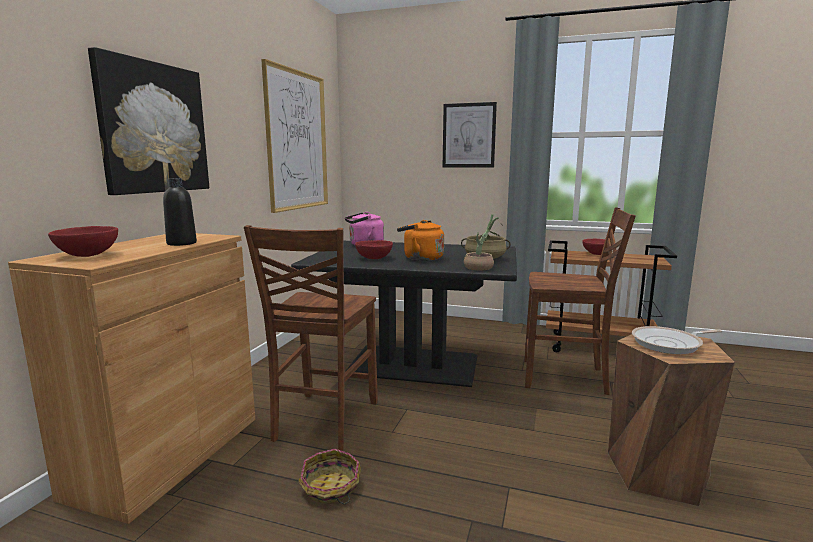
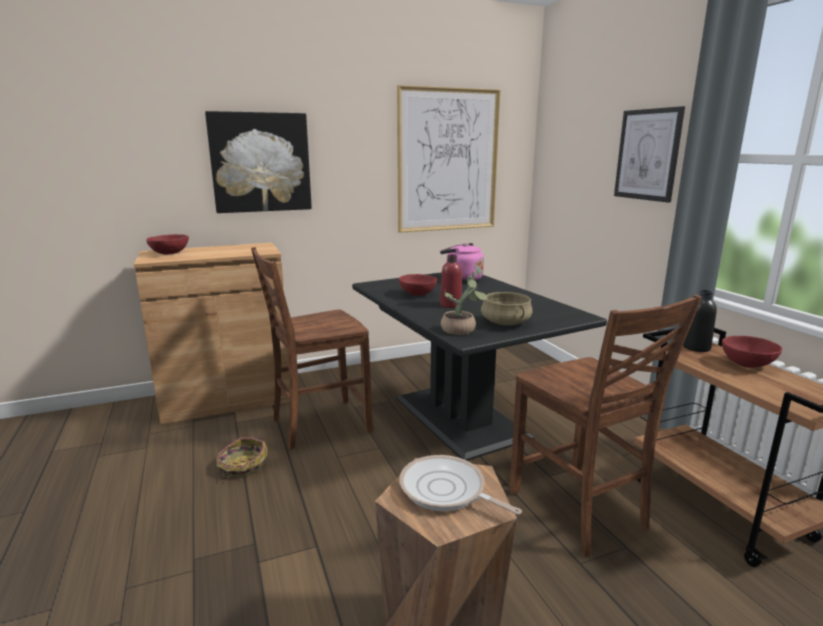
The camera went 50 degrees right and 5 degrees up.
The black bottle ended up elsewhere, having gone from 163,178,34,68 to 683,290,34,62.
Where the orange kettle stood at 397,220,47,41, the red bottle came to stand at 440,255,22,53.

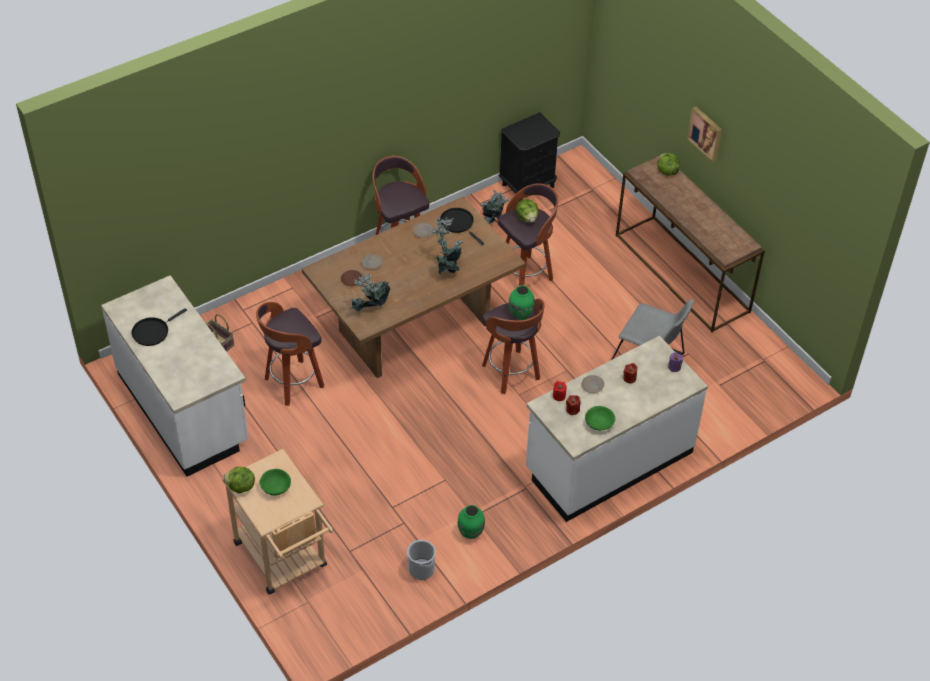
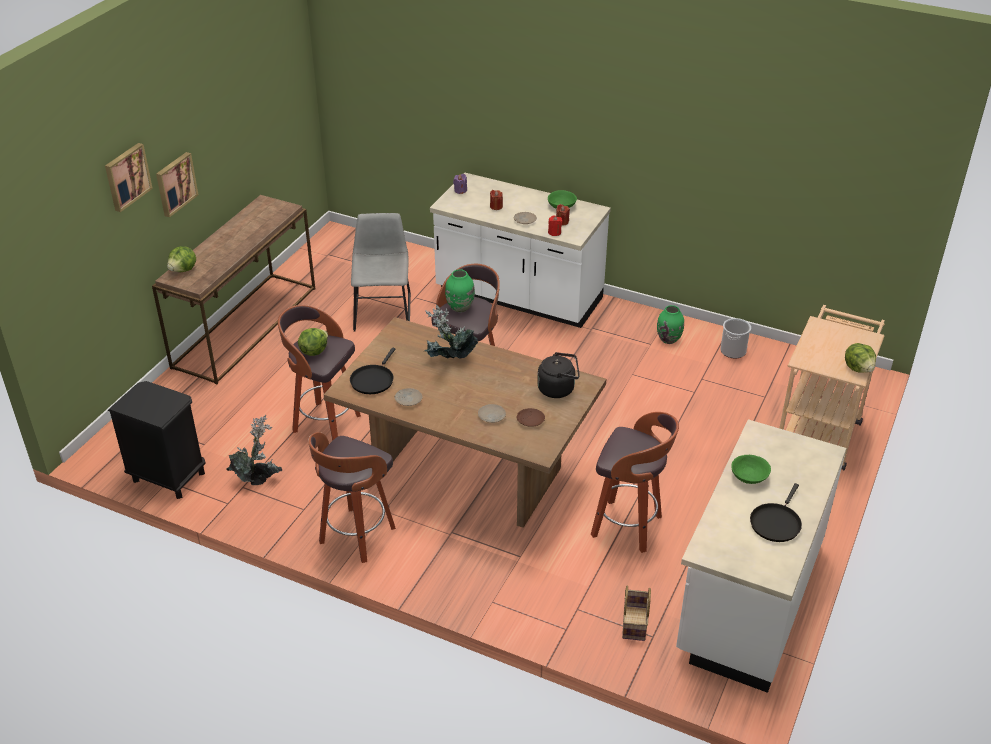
The camera went 120 degrees left and 10 degrees down.
The black frying pan at 132,308,55,38 ended up facing another way, 105 degrees clockwise from before.
The green bowl ended up elsewhere, having gone from 260,469,31,26 to 731,455,40,29.
Where the potted plant stood at 351,273,39,39, the black kettle came to stand at 537,352,43,46.
The second view gained the picture at 105,143,48,69.

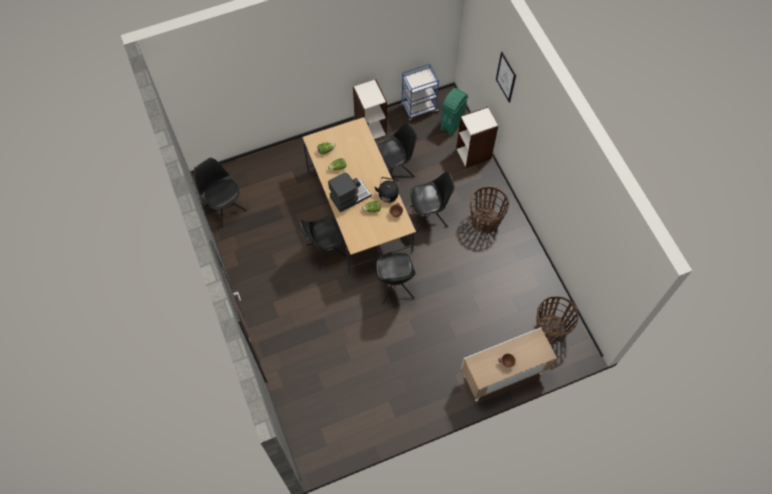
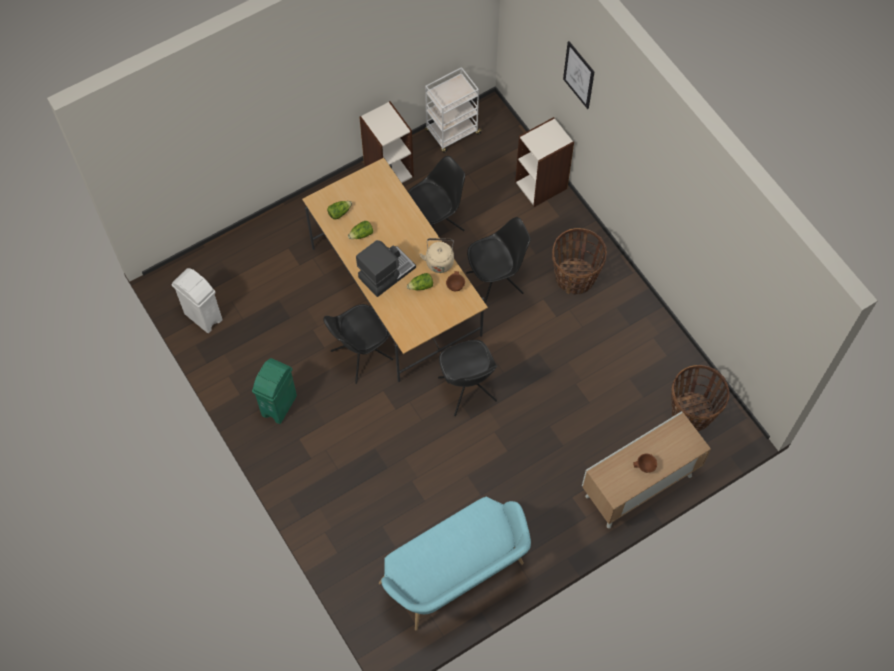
The camera went 10 degrees left and 0 degrees up.
Where the black chair stood at 194,158,53,70, the white trash can came to stand at 172,268,51,65.
What was the black kettle at 374,177,26,26 turned into the beige kettle at 420,238,34,35.
What was the blue cart at 401,63,39,59 turned into the white cart at 425,67,58,86.
The green trash can ended up elsewhere, having gone from 441,88,28,48 to 252,358,45,66.
The second view gained the turquoise bench at 379,497,152,134.

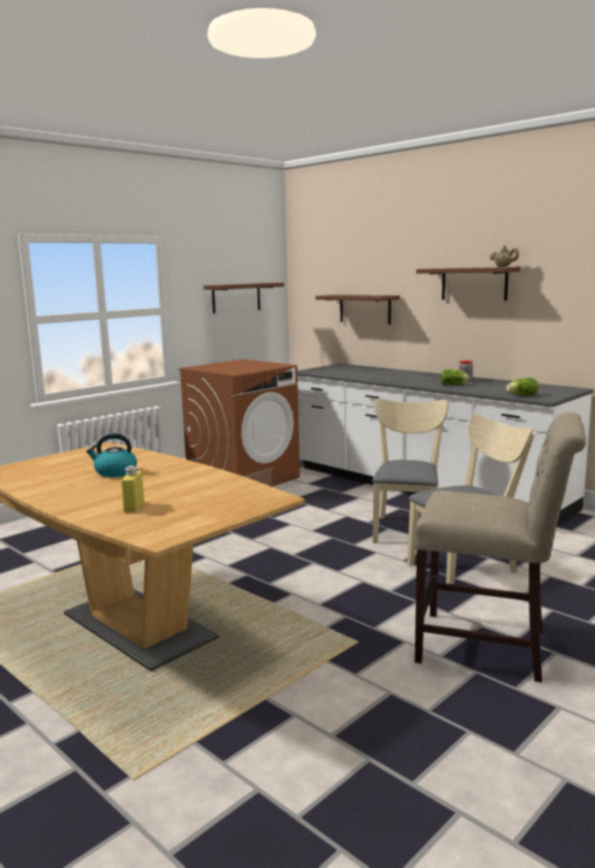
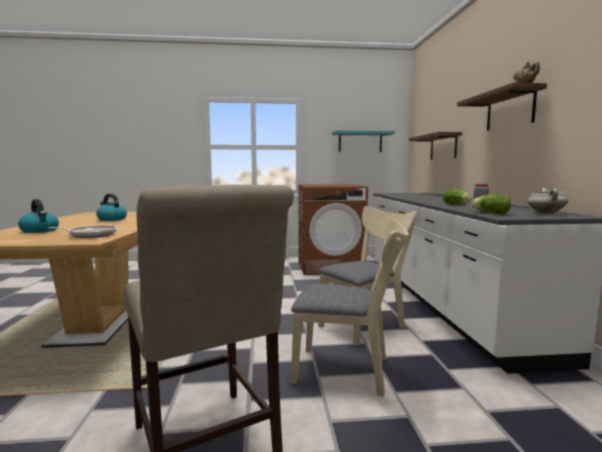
The camera went 40 degrees right and 5 degrees down.
Where the yellow bottle stood at 121,466,23,46, the kettle came to stand at 18,199,41,34.
What was the brown shelf at 204,283,80,31 turned into the turquoise shelf at 332,130,63,22.
The second view gained the frying pan at 49,226,68,12.
The second view gained the white cooking pot at 527,188,41,26.

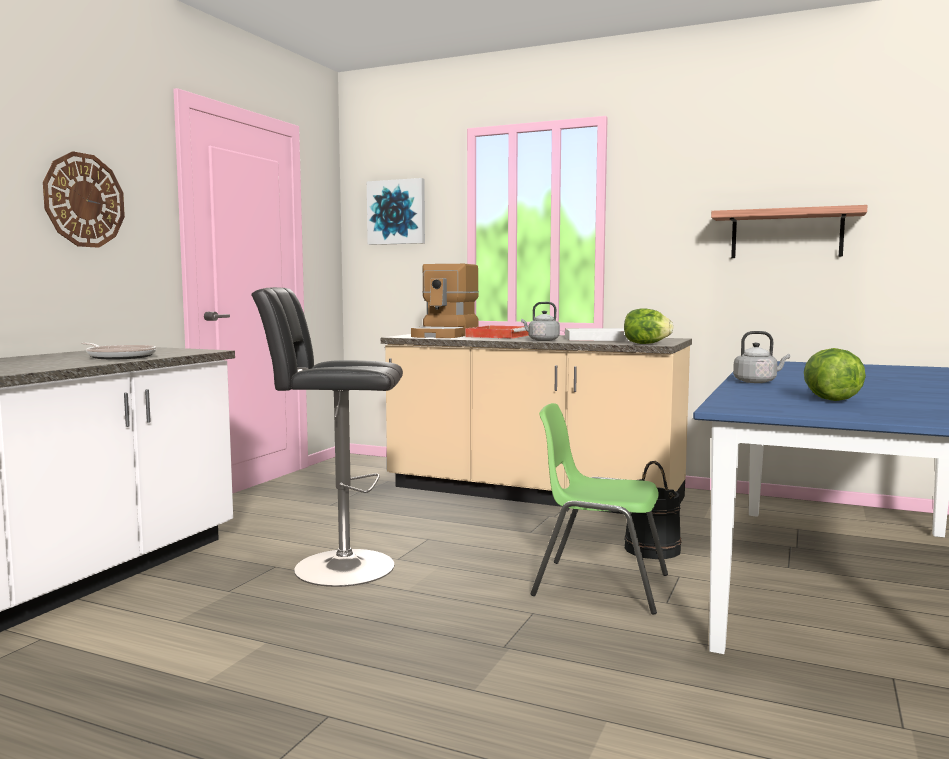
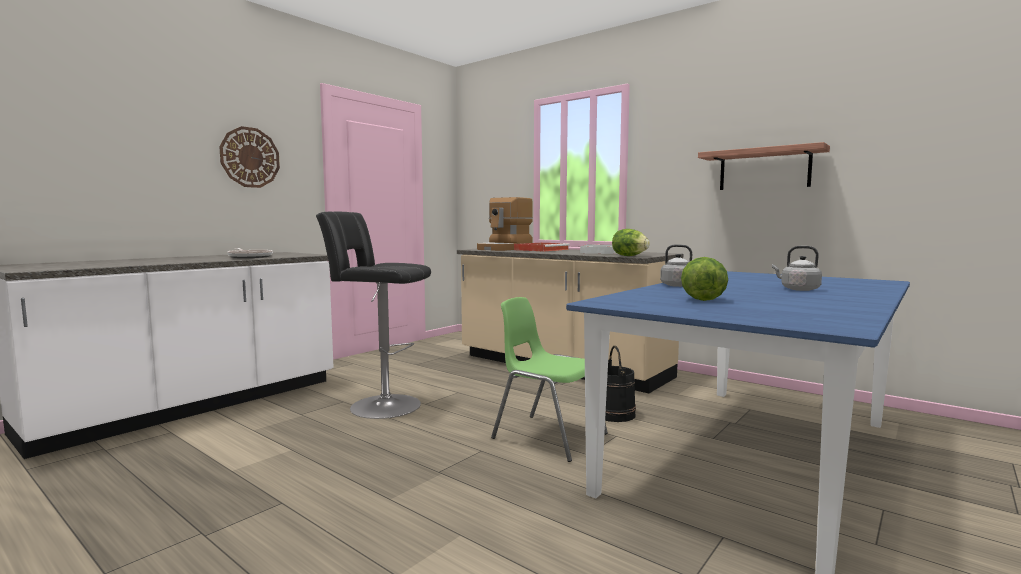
The camera went 15 degrees right and 0 degrees up.
The second view lost the picture at 367,178,58,67.
The grey kettle ended up elsewhere, having gone from 521,302,39,39 to 772,246,50,45.

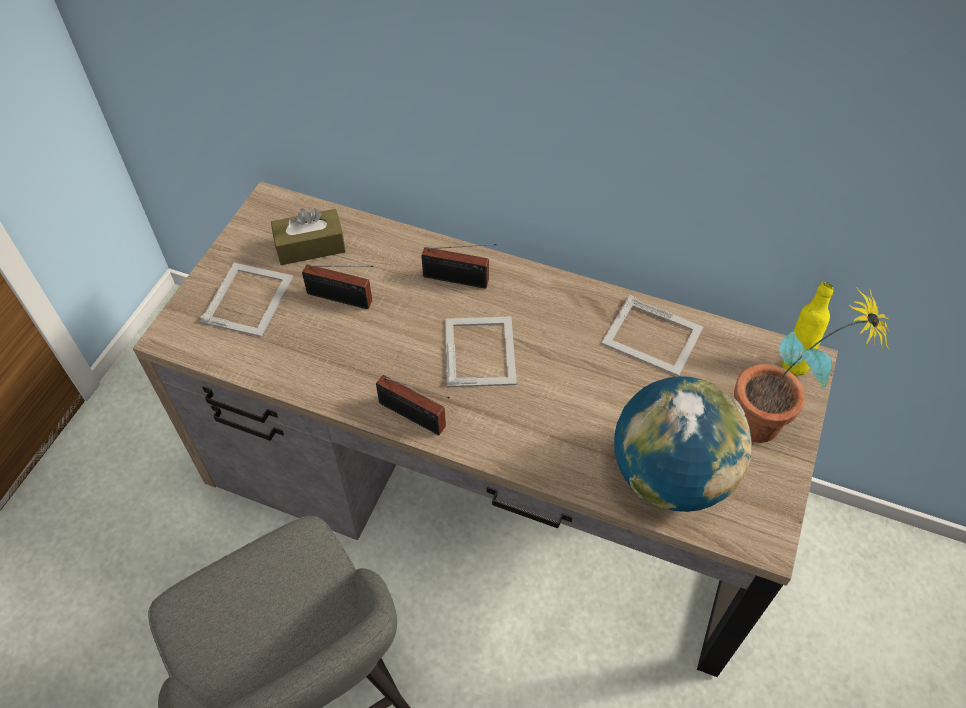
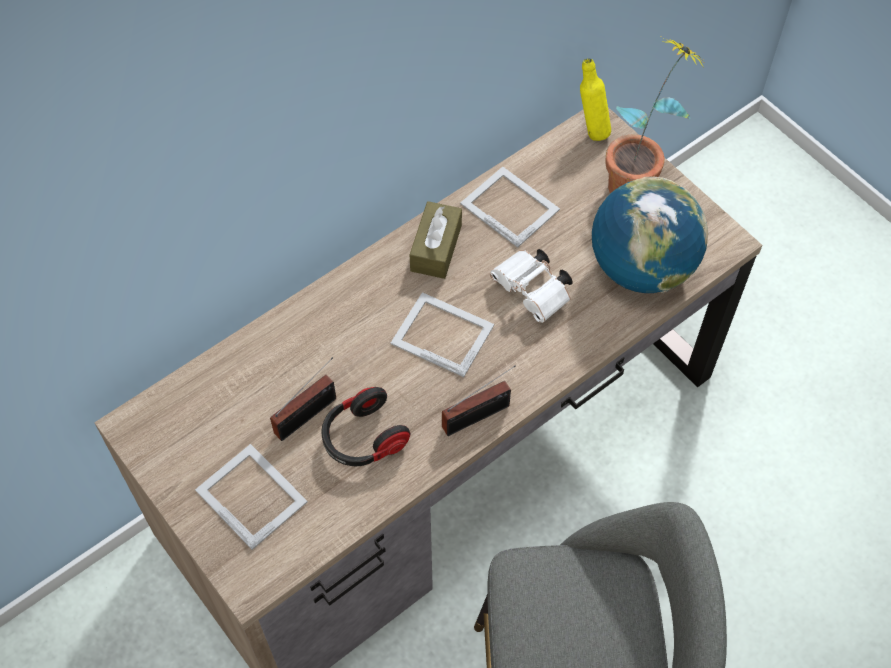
The camera went 60 degrees left and 5 degrees up.
The brown tissue box ended up elsewhere, having gone from 271,208,75,57 to 410,201,52,78.
The second view lost the radio at 422,244,75,45.
The picture frame at 601,295,102,81 ended up facing another way, 105 degrees counterclockwise from before.
The second view gained the headphones at 322,387,88,79.
The second view gained the white binoculars at 490,249,83,74.

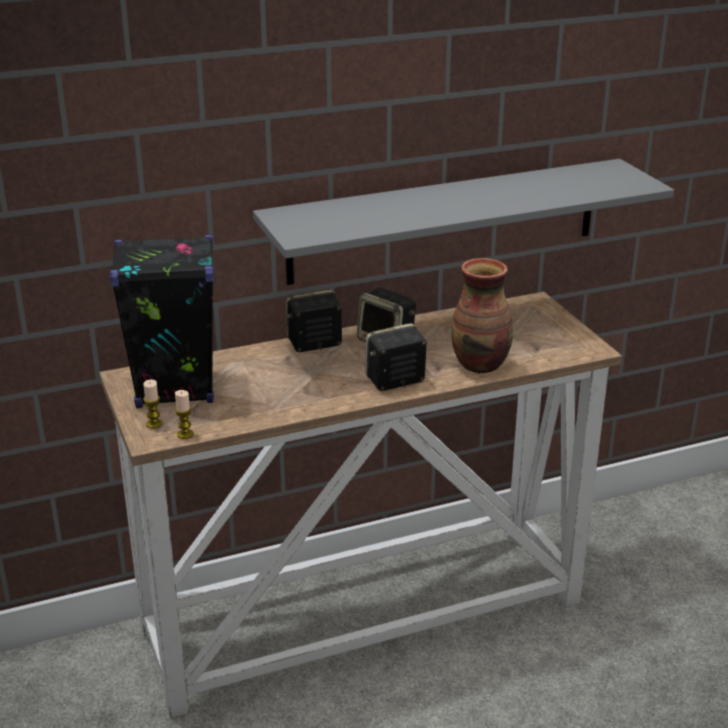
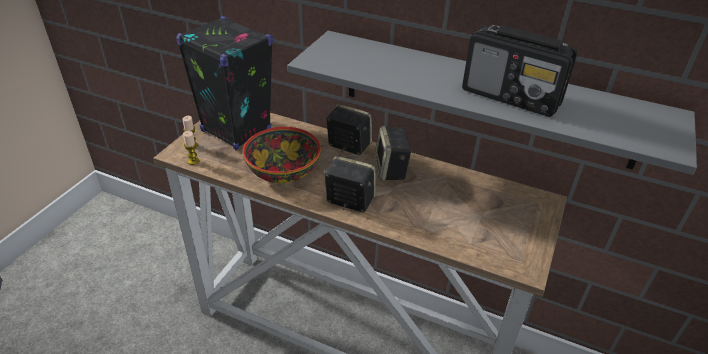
The camera went 45 degrees right and 10 degrees up.
The second view lost the vase at 451,258,62,116.
The second view gained the bowl at 243,127,78,56.
The second view gained the radio at 462,25,115,92.

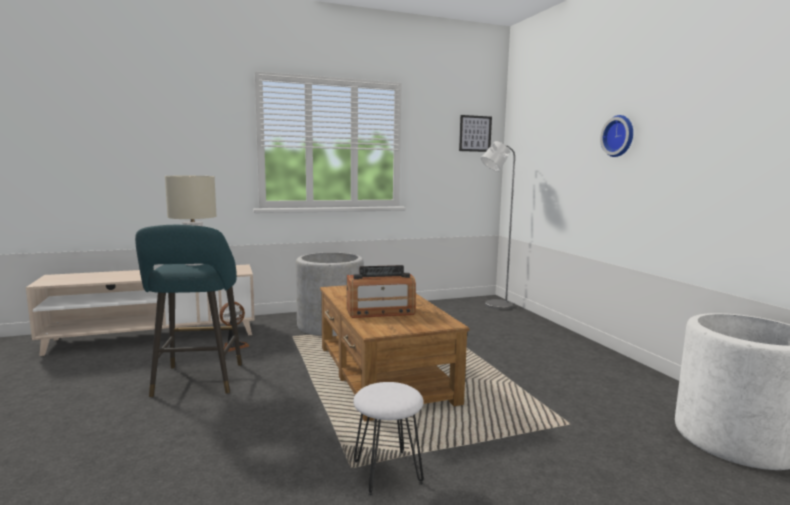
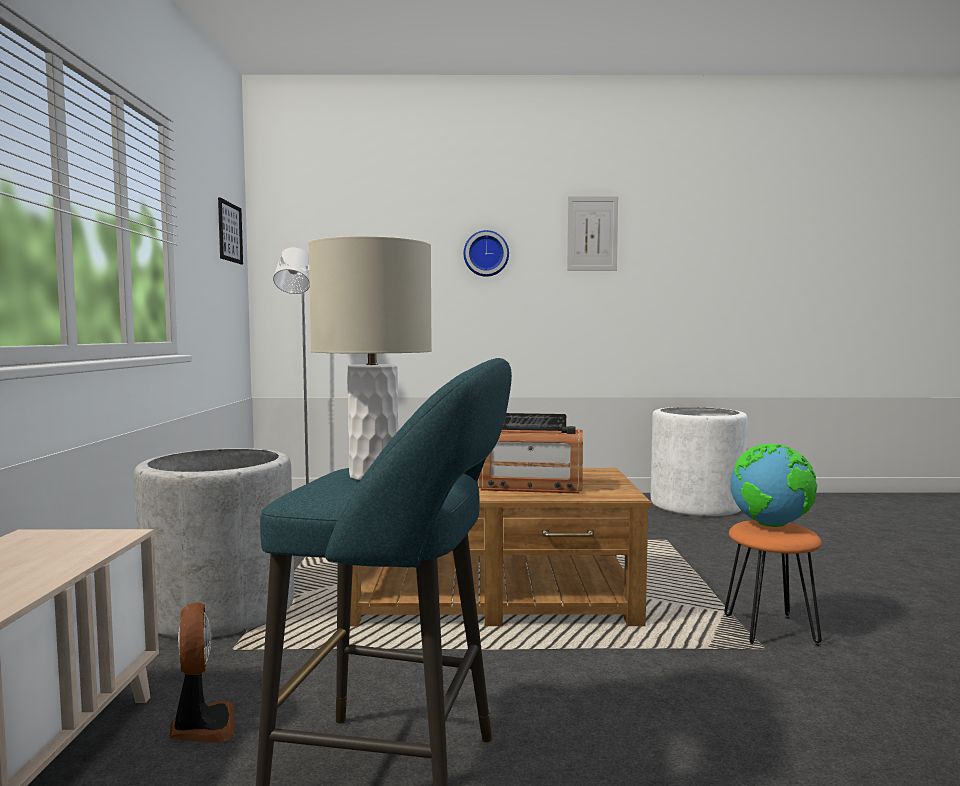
The camera went 70 degrees left and 5 degrees down.
The radio at 347,265,69,53 ended up facing another way, 90 degrees clockwise from before.
What was the white stool at 353,382,71,114 turned into the orange stool at 724,520,98,127.
The second view gained the picture at 567,196,51,75.
The second view gained the globe at 730,444,87,83.

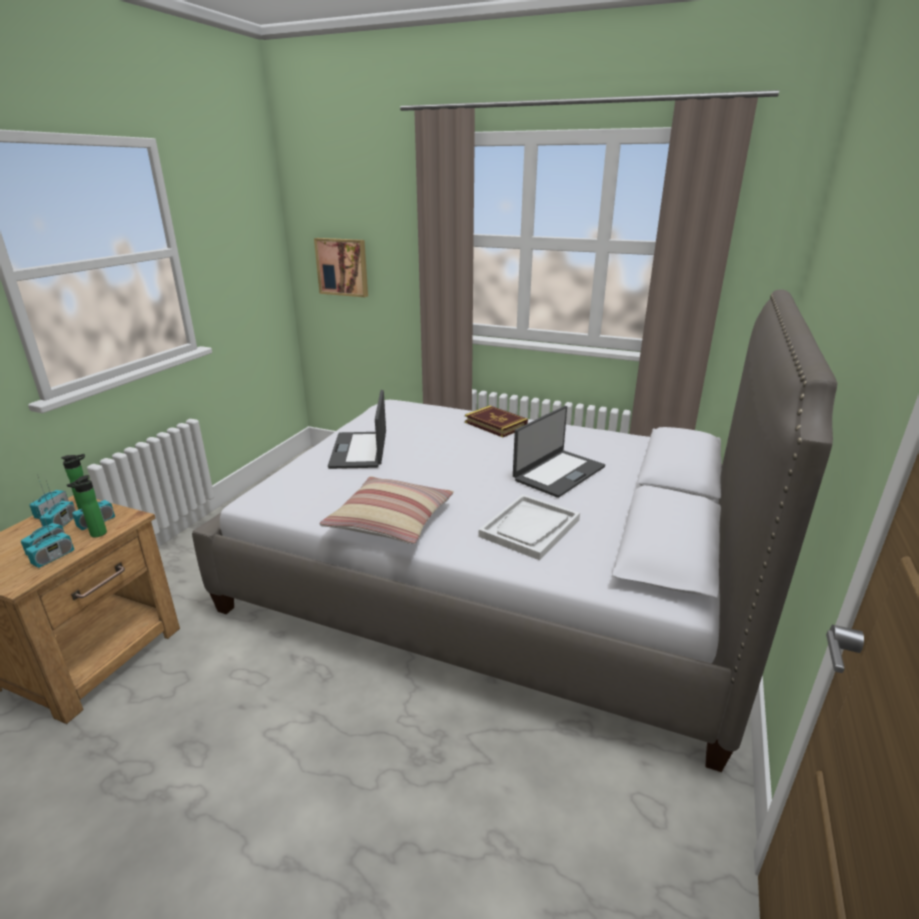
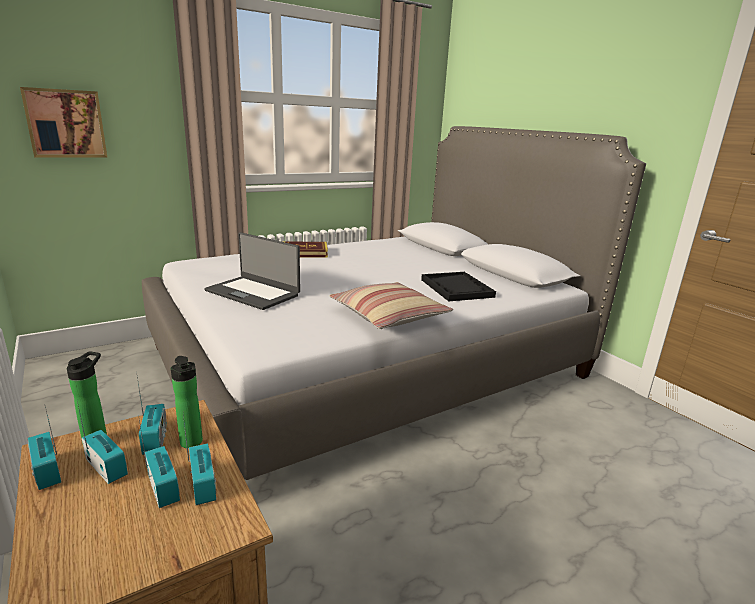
The camera went 55 degrees left and 5 degrees down.
What was the white tray at 479,494,101,66 turned into the black tray at 421,272,75,29.
The second view lost the laptop at 513,406,92,92.

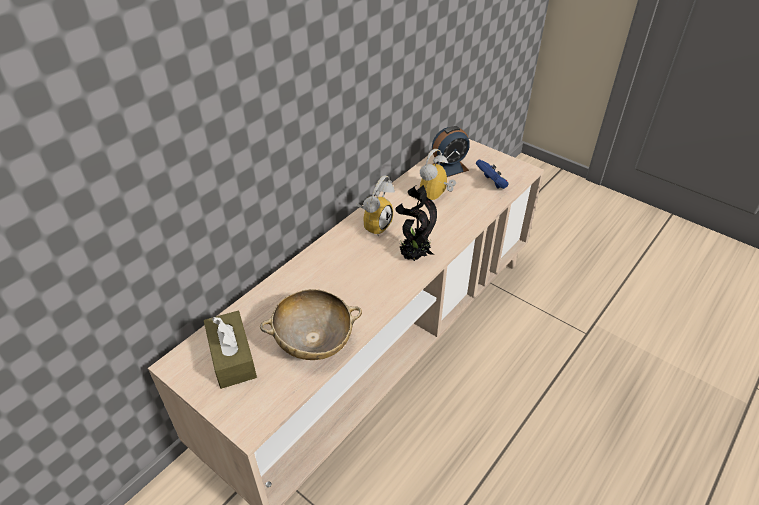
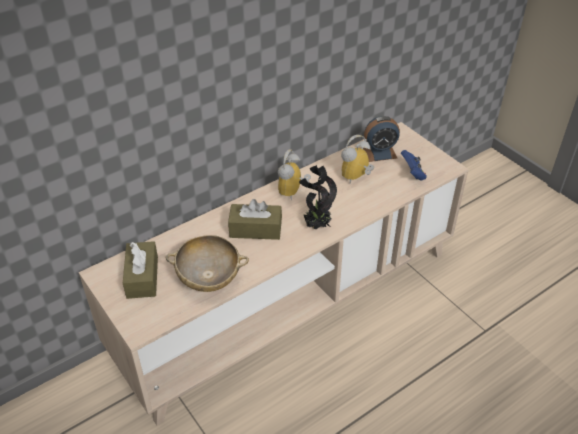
The camera went 15 degrees right and 0 degrees up.
The alarm clock at 356,175,39,61 ended up facing another way, 150 degrees clockwise from before.
The second view gained the brown tissue box at 228,199,54,41.

